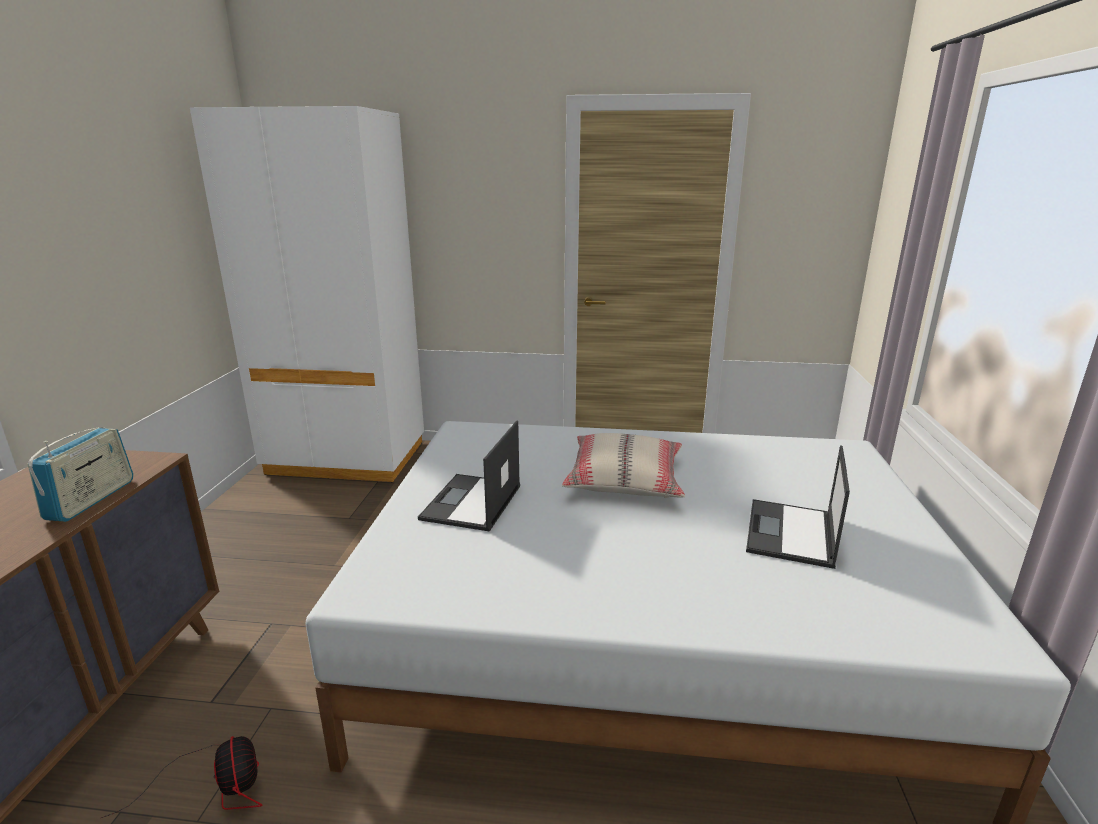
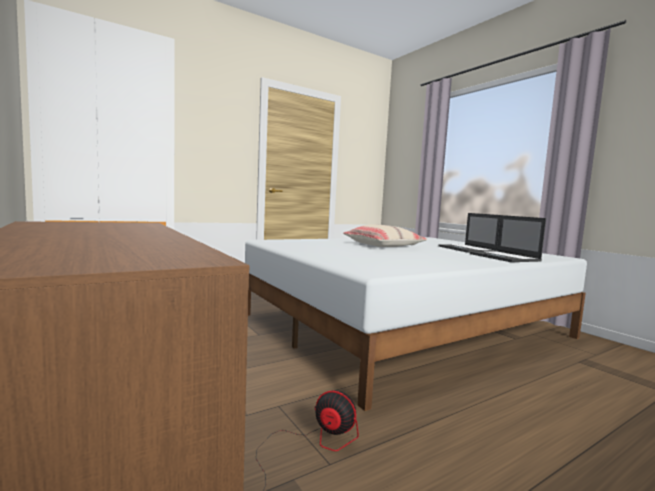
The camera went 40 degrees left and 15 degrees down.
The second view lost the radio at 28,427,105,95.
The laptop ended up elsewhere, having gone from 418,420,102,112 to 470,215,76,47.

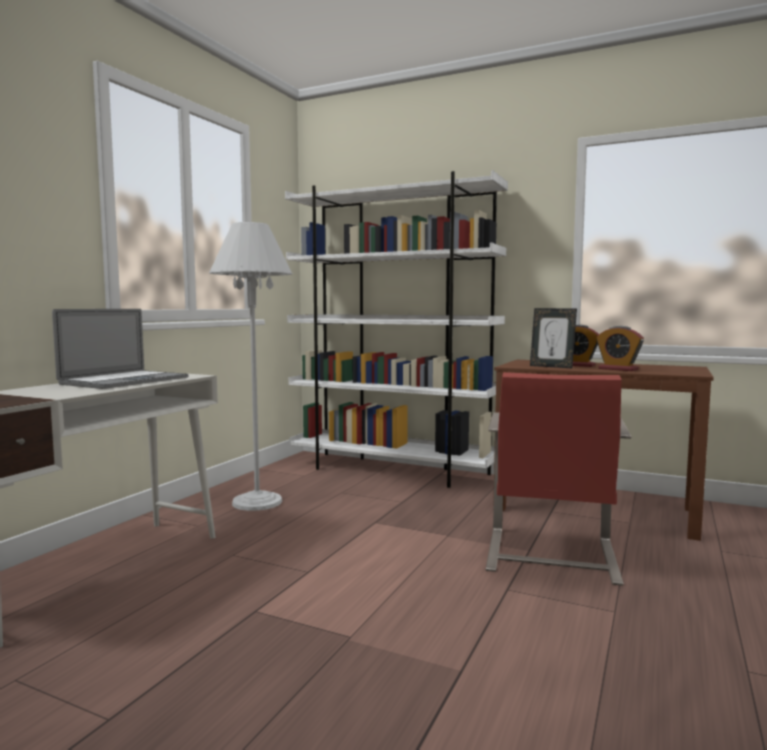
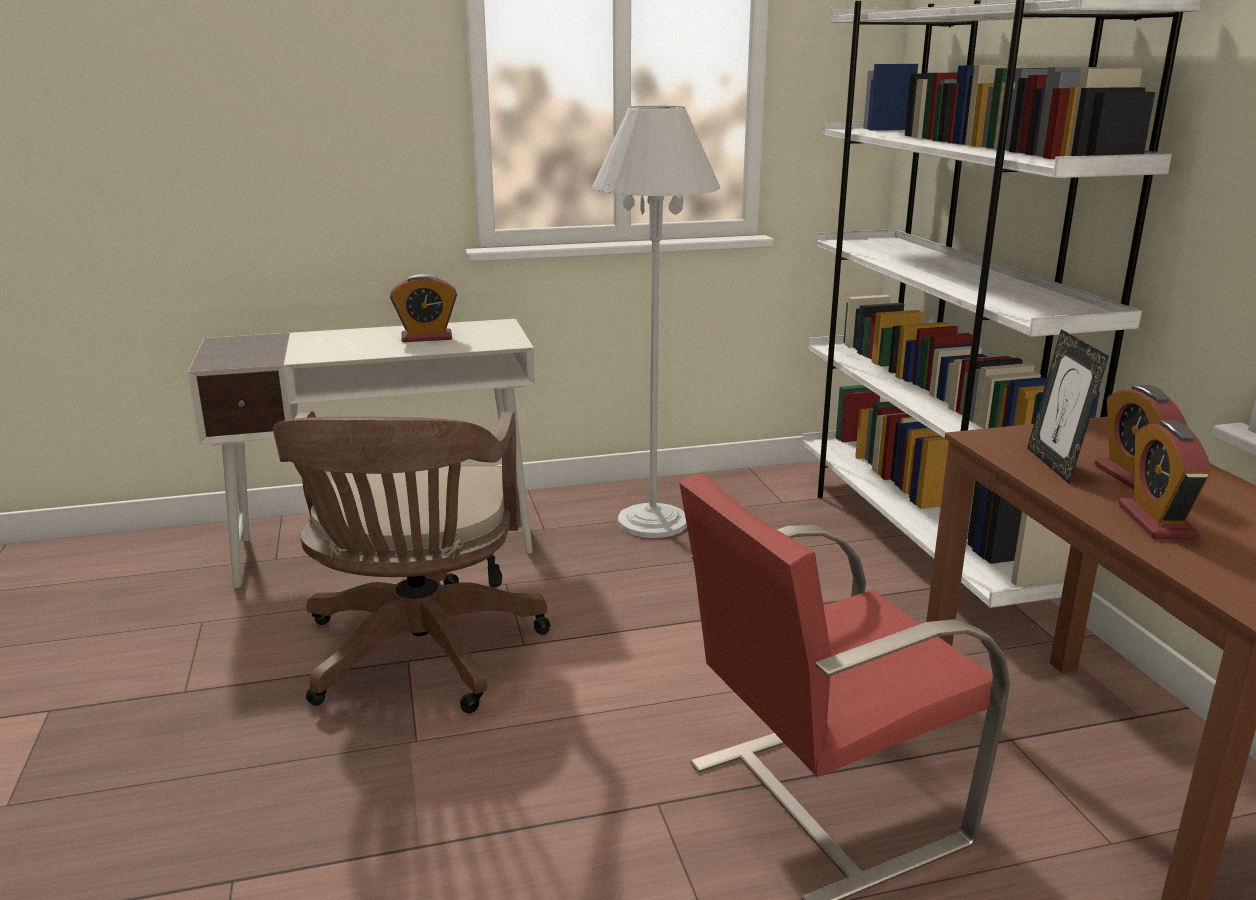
The camera went 50 degrees right and 15 degrees up.
Where the laptop stood at 52,309,136,80, the alarm clock came to stand at 390,274,67,68.
The second view gained the brown office chair at 273,411,277,302.

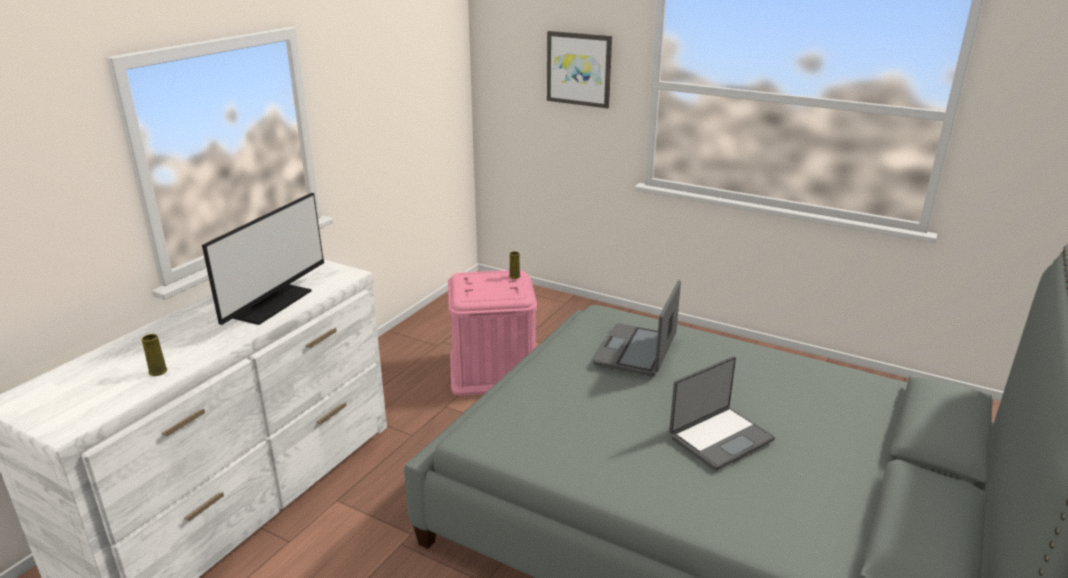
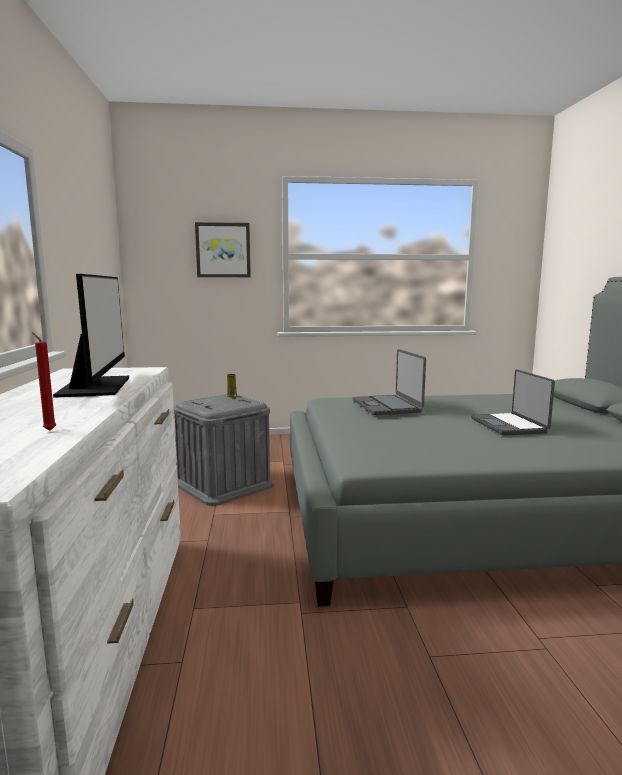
The camera went 35 degrees left and 15 degrees down.
Where the yellow vase stood at 142,334,25,42, the red candle came to stand at 32,332,24,99.
What was the pink storage box at 448,270,89,126 turned into the grey storage box at 174,394,100,112.
The laptop at 669,356,106,115 ended up facing another way, 150 degrees clockwise from before.

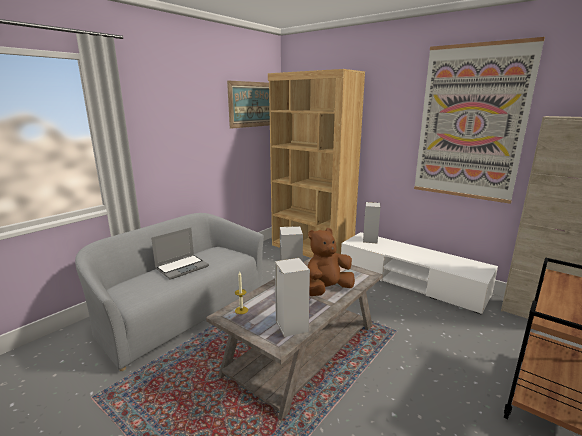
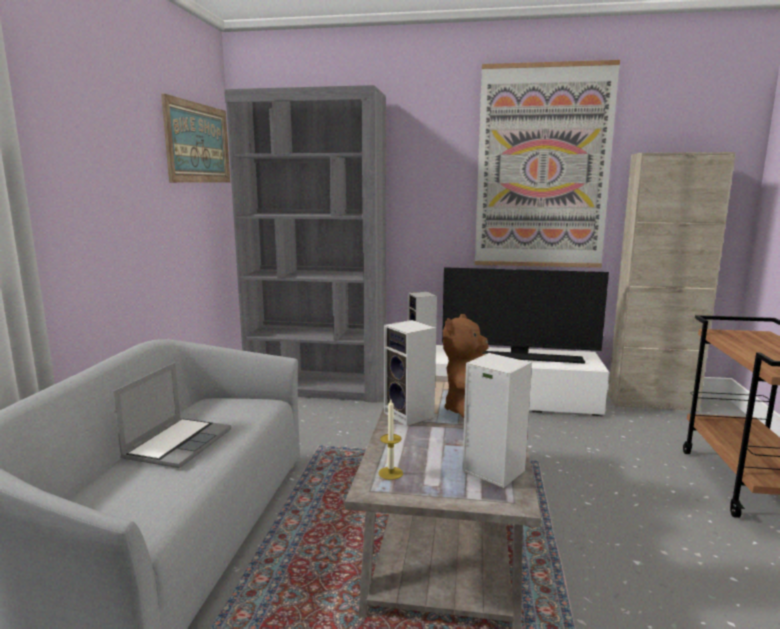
The camera went 30 degrees left and 5 degrees down.
What was the brown bookcase at 268,69,97,189 turned into the grey bookcase at 224,85,162,318.
The second view gained the television at 442,267,167,97.

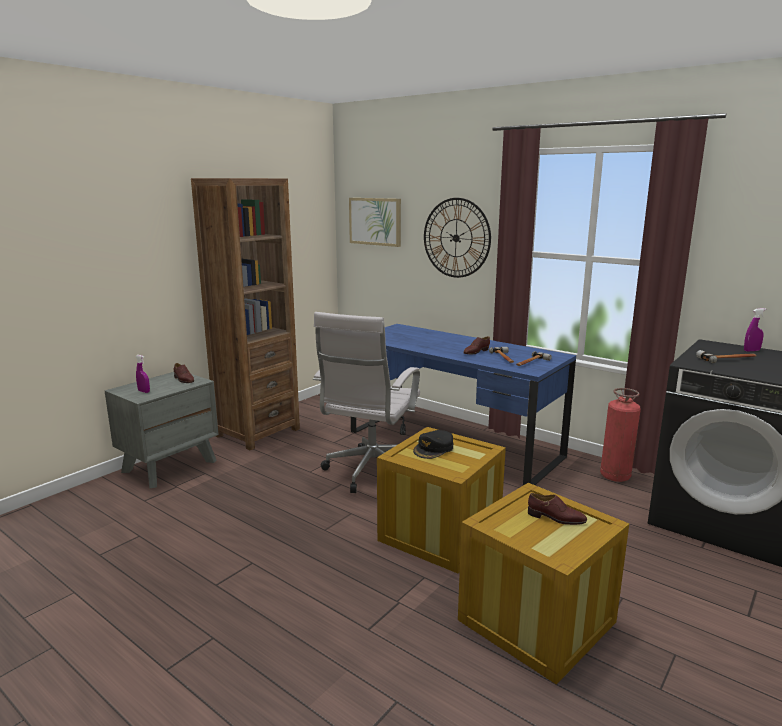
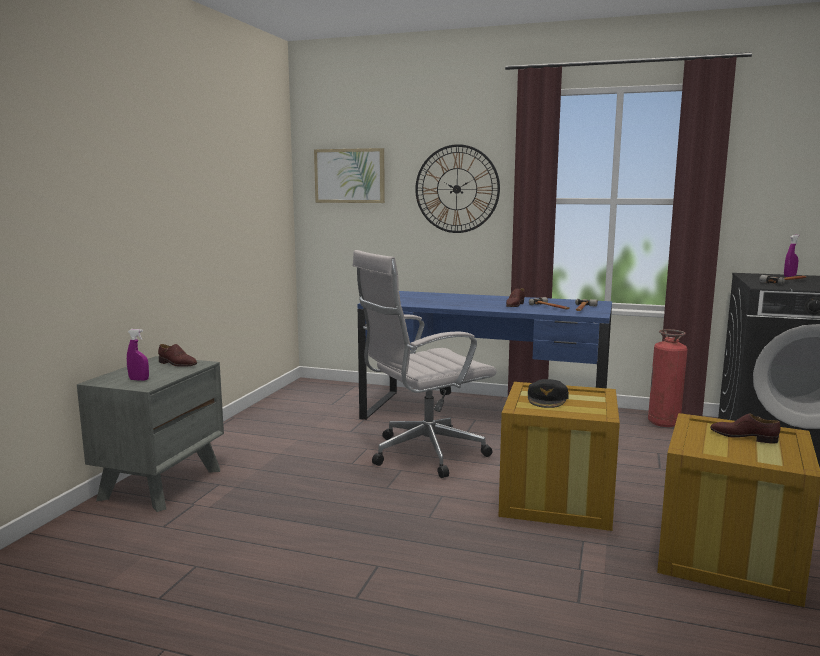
The camera went 20 degrees left and 5 degrees down.
The second view lost the brown bookcase at 191,178,109,272.
The white office chair at 313,312,107,181 ended up facing another way, 60 degrees clockwise from before.
The brown shoe at 528,493,59,32 ended up facing another way, 150 degrees counterclockwise from before.

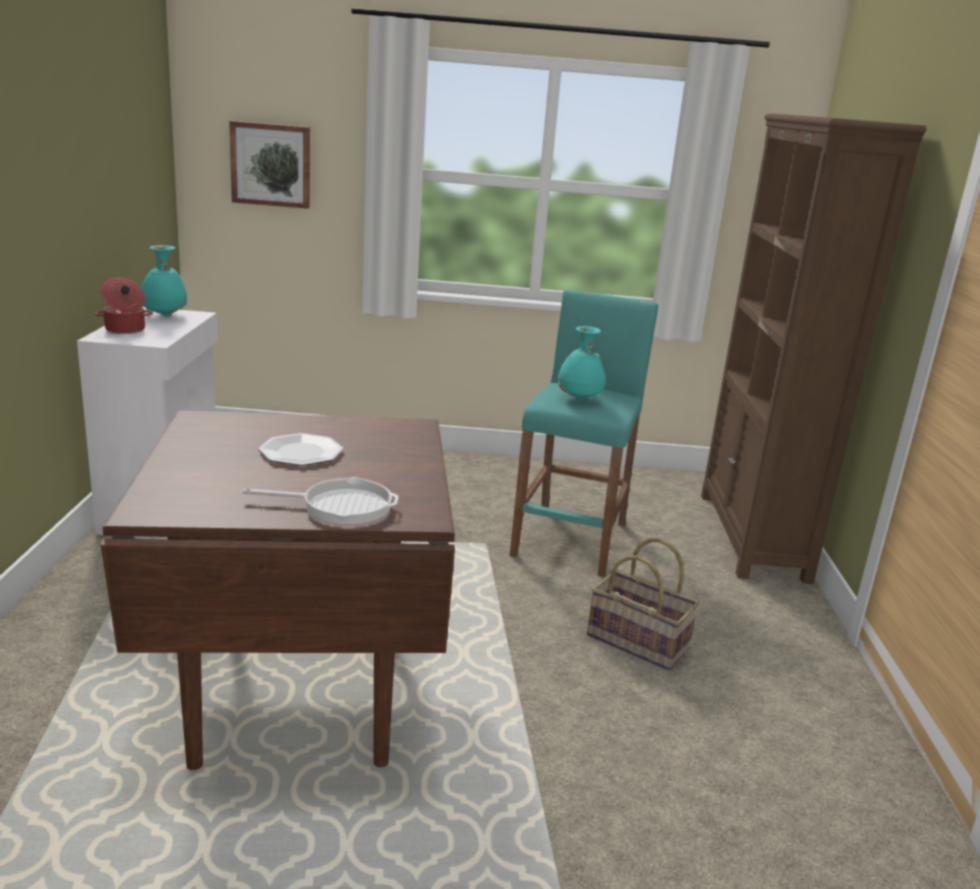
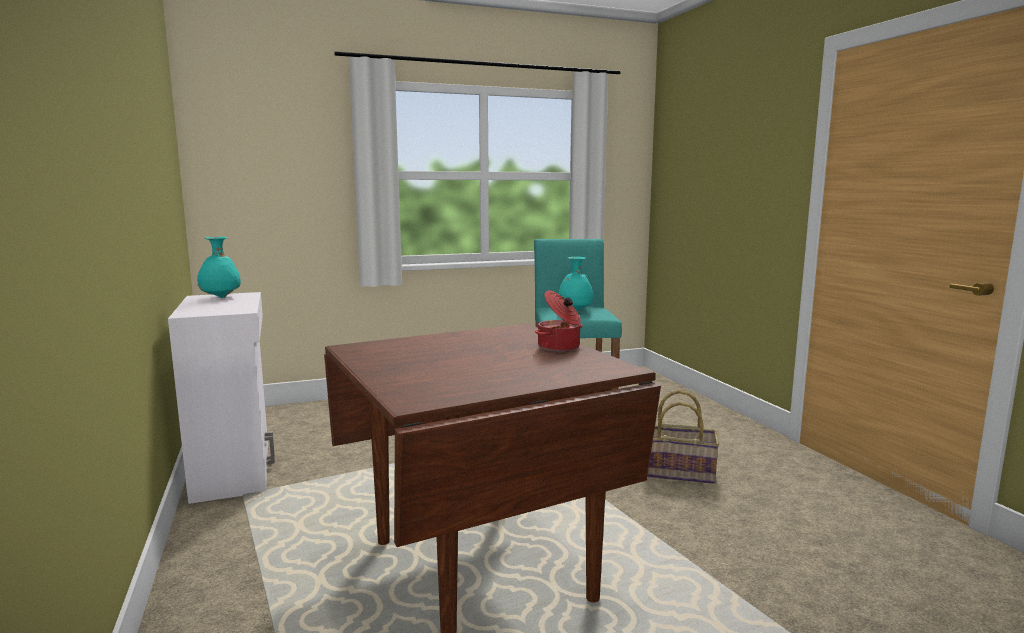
The camera went 20 degrees left and 10 degrees down.
The cooking pot ended up elsewhere, having gone from 95,277,58,57 to 535,290,48,62.
The second view lost the picture at 229,121,81,88.
The second view lost the frying pan at 243,477,156,48.
The second view lost the plate at 258,433,85,33.
The second view lost the brown bookcase at 701,114,225,470.

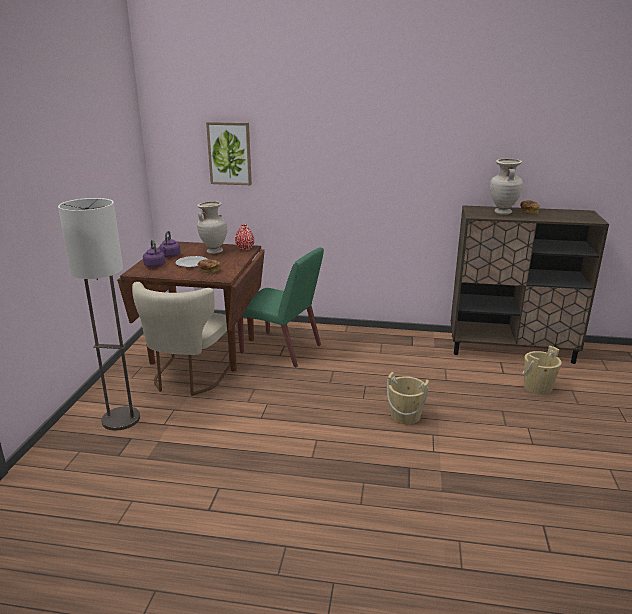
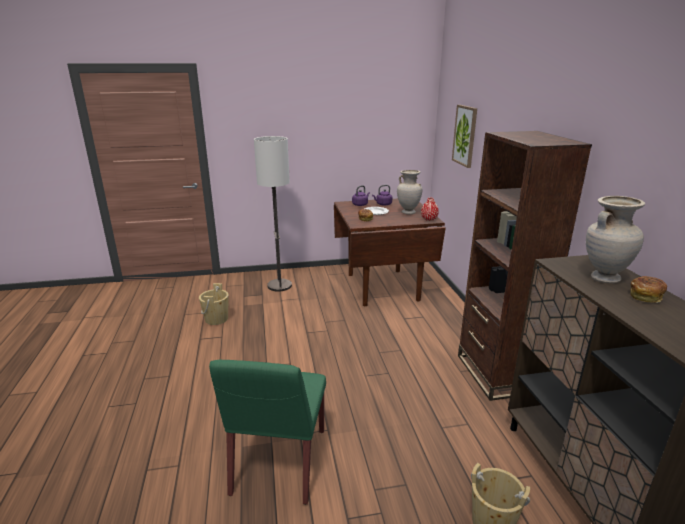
The camera went 70 degrees right and 0 degrees up.
The second view lost the beige chair at 132,282,99,114.
The green chair ended up elsewhere, having gone from 237,247,87,121 to 209,359,117,146.
The beige bucket ended up elsewhere, having gone from 387,372,42,52 to 199,283,30,42.
The second view gained the brown bookcase at 458,131,134,270.

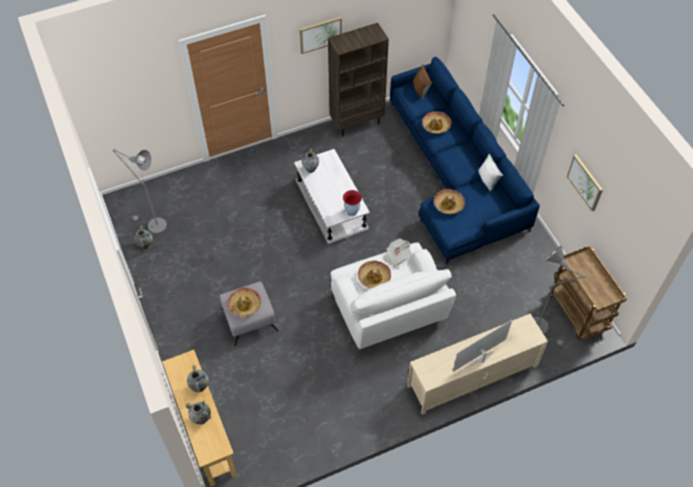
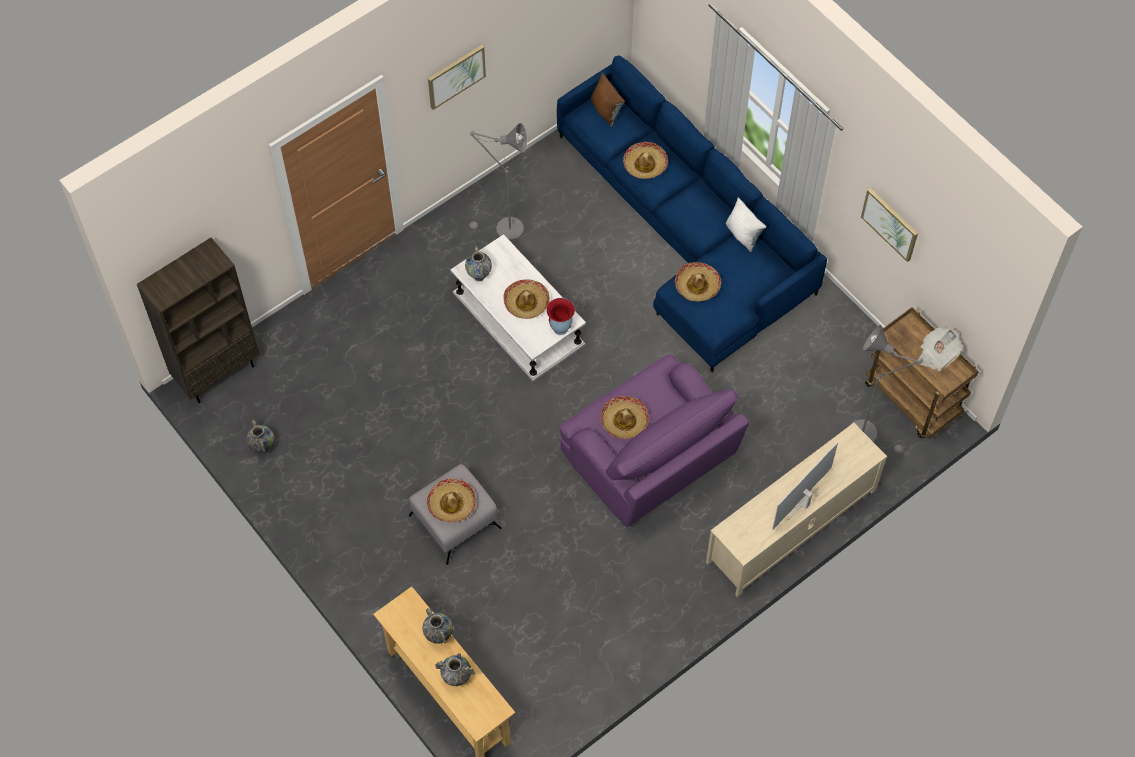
The camera went 15 degrees left and 5 degrees up.
The grey floor lamp ended up elsewhere, having gone from 113,149,54,85 to 466,123,61,118.
The brown bookcase ended up elsewhere, having gone from 328,23,61,114 to 137,238,122,165.
What was the white armchair at 331,242,125,107 turned into the purple armchair at 560,354,189,173.
The newspaper ended up elsewhere, having gone from 382,238,29,29 to 918,328,43,43.
The second view gained the hat at 504,279,46,40.

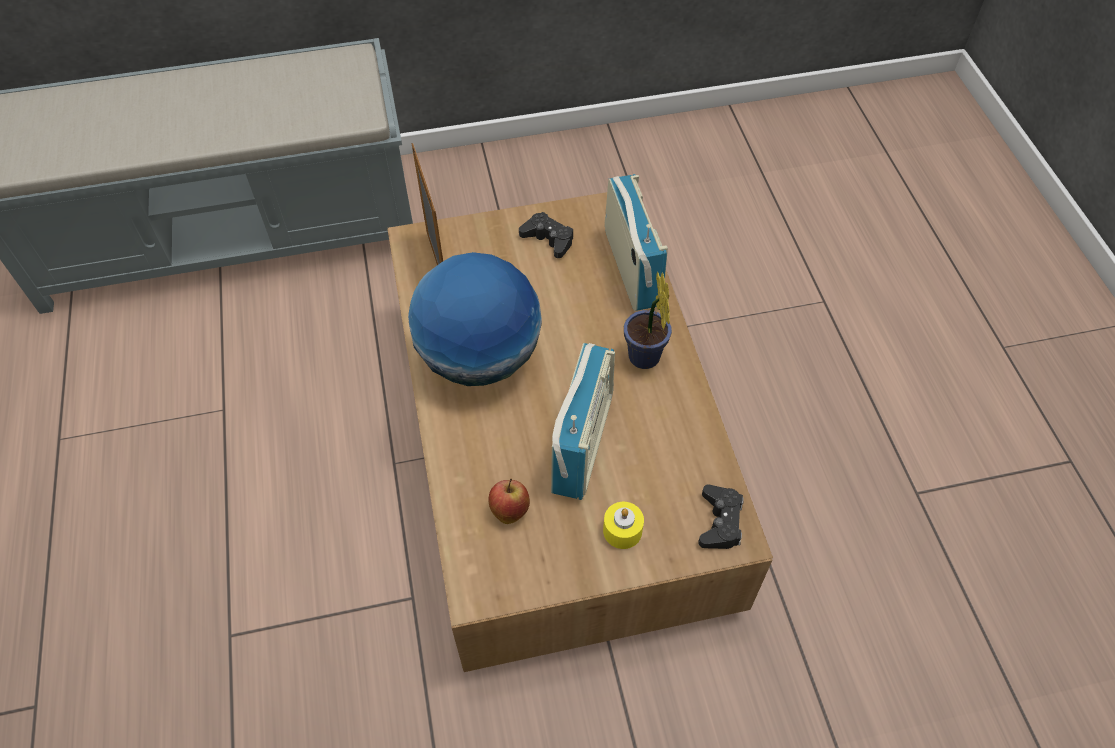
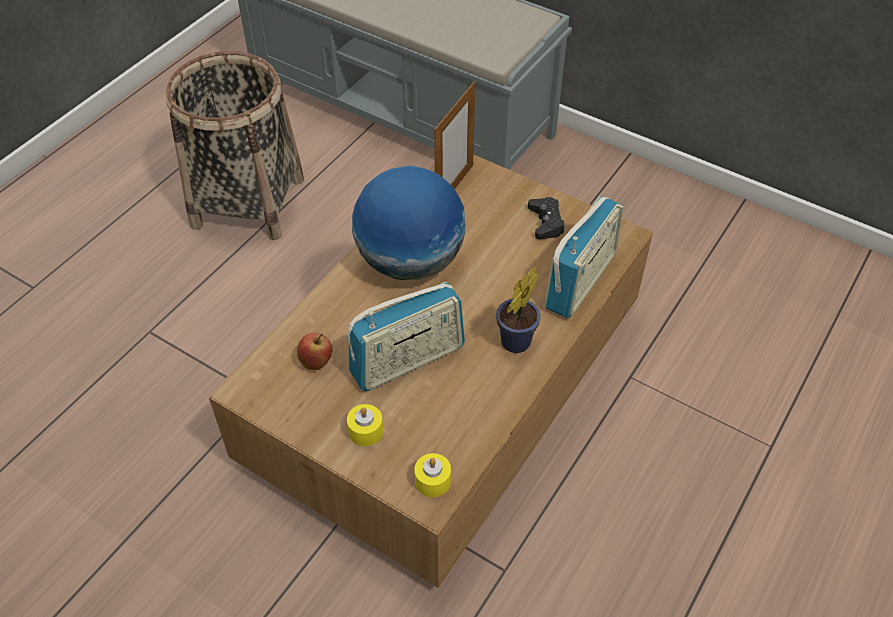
The camera went 45 degrees right and 5 degrees down.
Where the black game controller stood at 698,484,46,65, the yellow candle came to stand at 414,453,37,44.
The second view gained the basket at 166,51,138,189.

